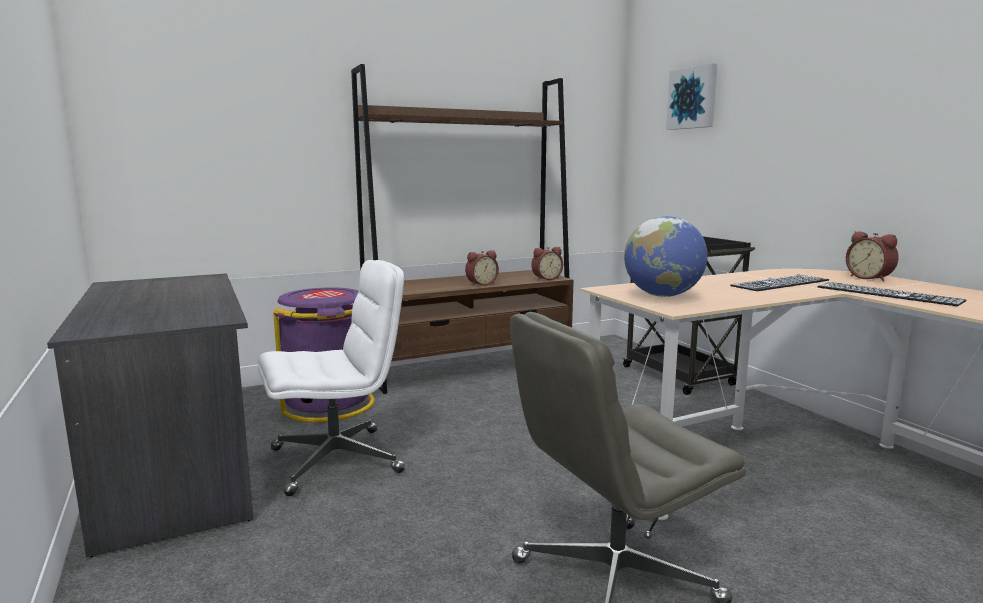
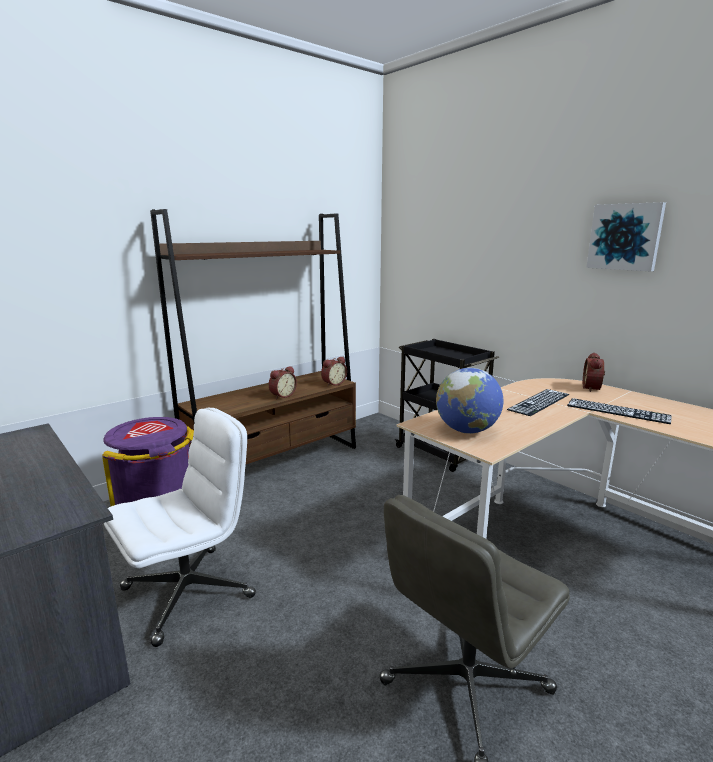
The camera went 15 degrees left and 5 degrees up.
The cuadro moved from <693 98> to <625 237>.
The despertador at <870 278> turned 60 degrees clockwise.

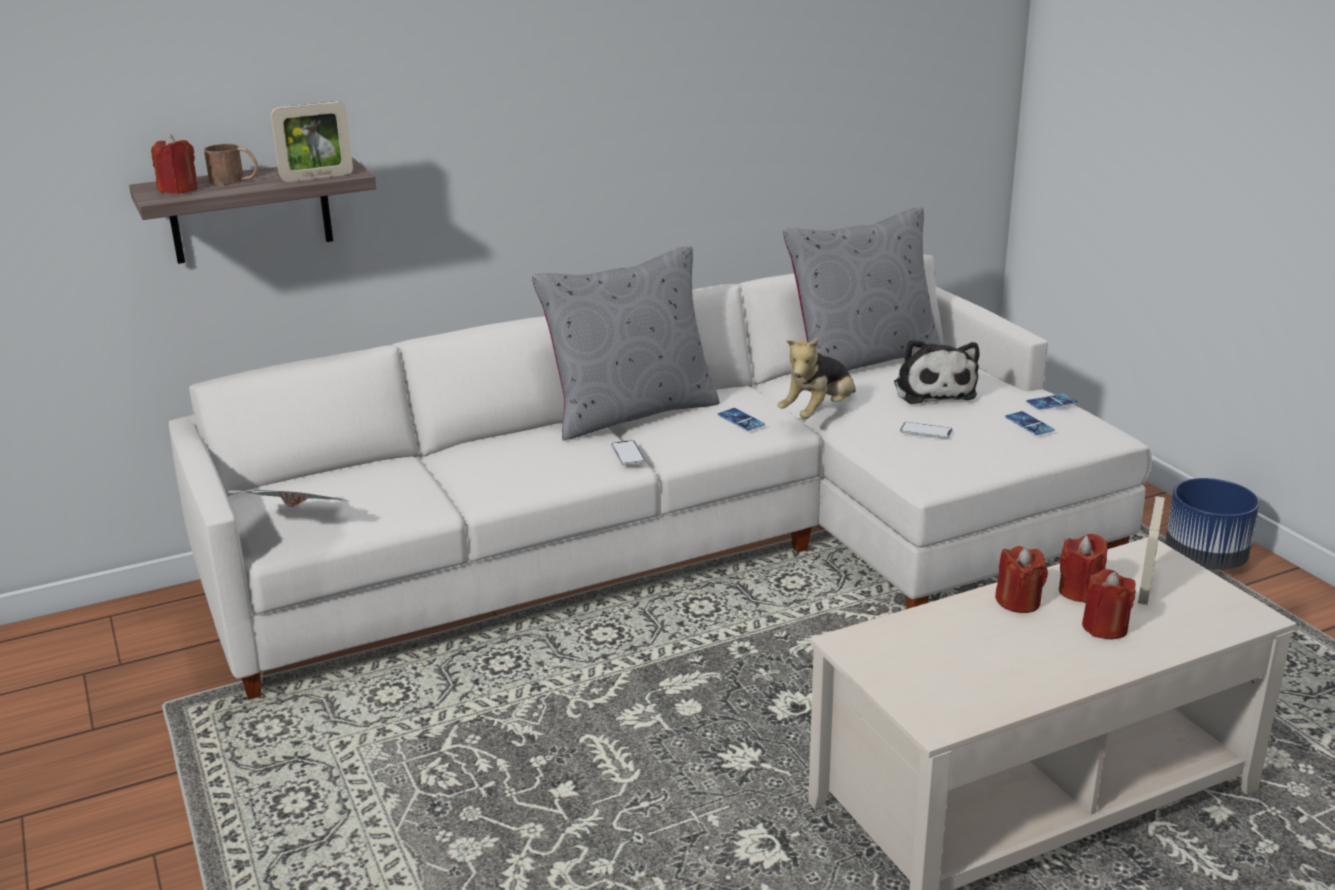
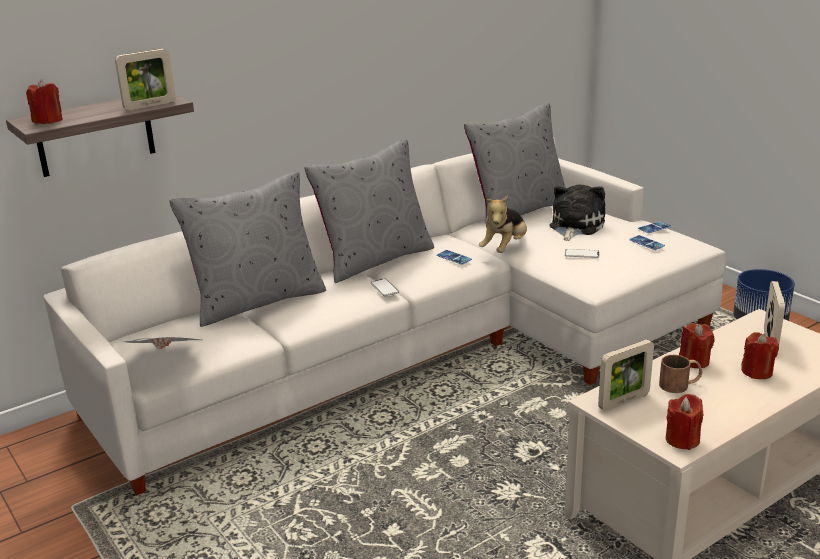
The camera went 10 degrees left and 0 degrees up.
The taza grande [marrón] moved from <235 180> to <680 384>.
The peluche at <933 390> turned 135 degrees counterclockwise.
The vela [rojo] moved from <1080 591> to <682 440>.
The cojín [gris] at <257 301> appeared.
The portarretratos at <624 401> appeared.

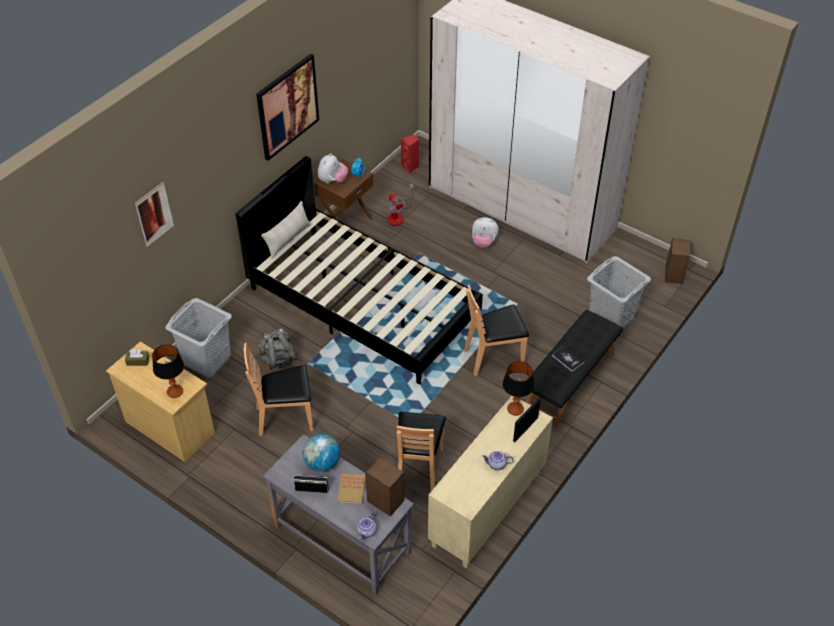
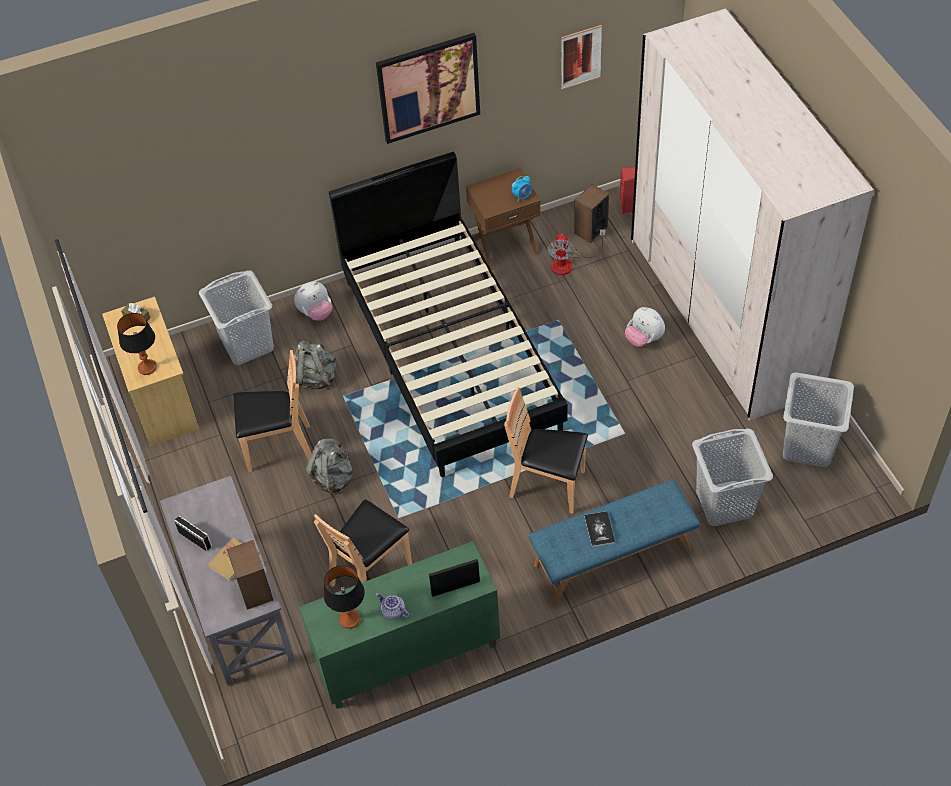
The camera went 35 degrees right and 5 degrees up.
The cuadro moved from <154 214> to <581 57>.
The silla [marrón] at <285 417> turned 150 degrees clockwise.
The cojín [beis] at <288 239> disappeared.
The globo terráqueo at <322 463> disappeared.
The peluche moved from <332 181> to <316 313>.
The tetera at <367 532> disappeared.
The armario [beis] at <487 509> became the armario [verde] at <407 657>.
The lámpara de mesa moved from <515 409> to <349 619>.
The banco [negro] at <570 382> became the banco [azul] at <612 558>.
The altavoz moved from <673 275> to <590 230>.
The mochila [gris] at <333 478> appeared.
The cesto de la ropa [gris] at <808 446> appeared.

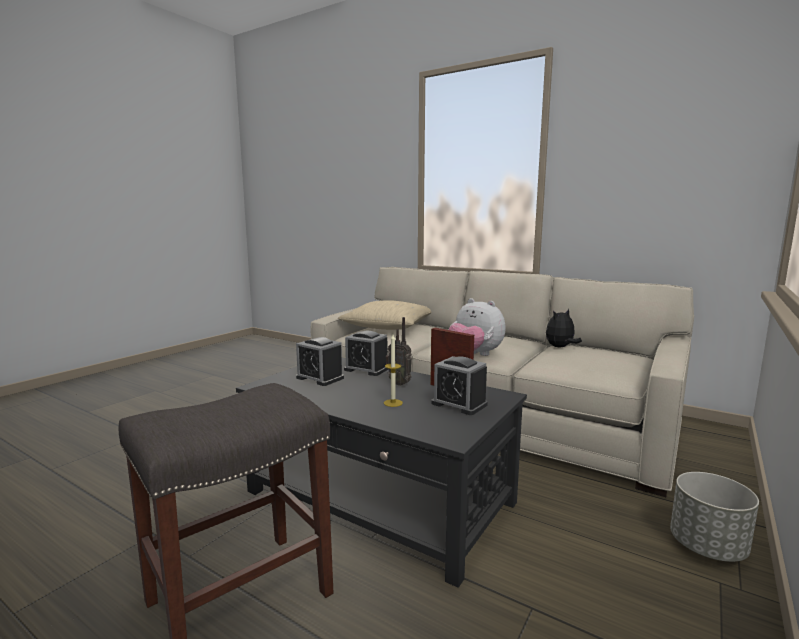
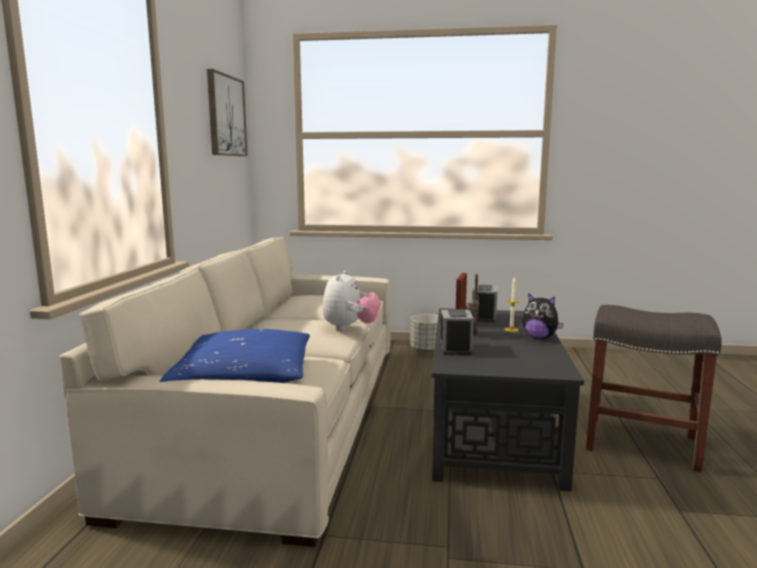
The camera went 115 degrees left and 0 degrees up.
The despertador at <320 378> disappeared.
The cojín [beis] at <389 327> became the cojín [azul] at <244 377>.
The peluche moved from <560 347> to <540 337>.
The cuadro at <226 116> appeared.

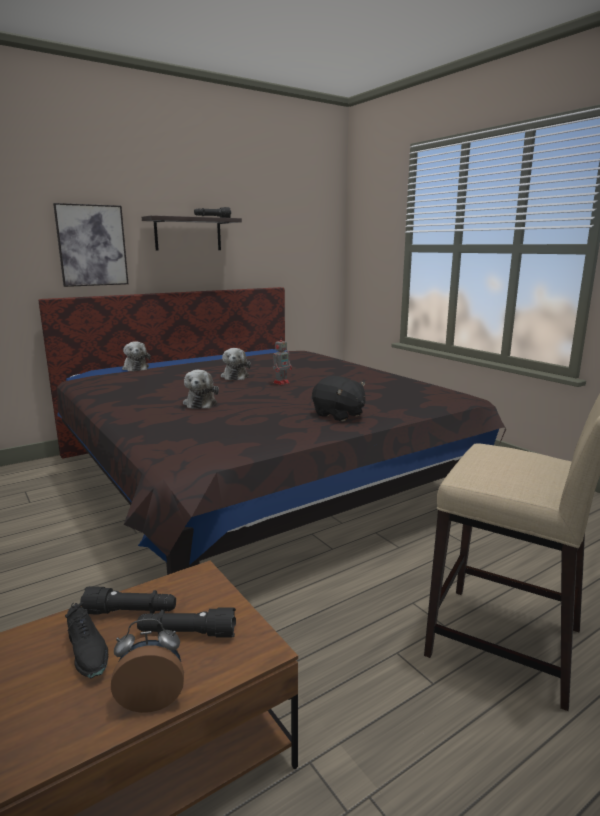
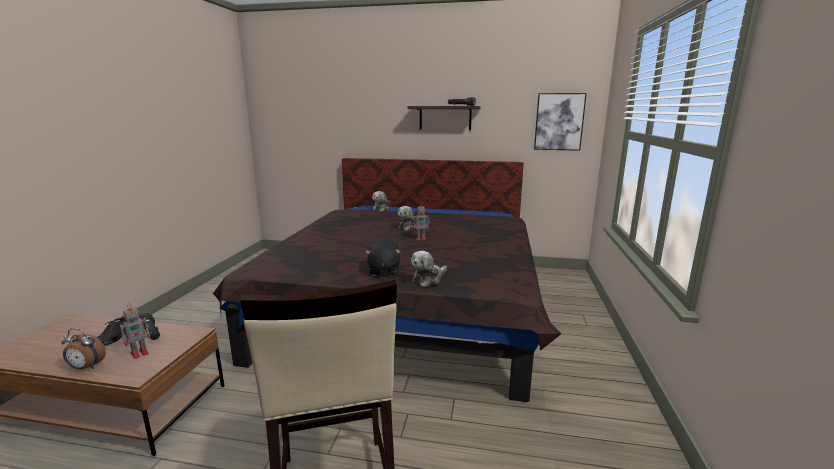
The camera went 45 degrees right and 0 degrees up.
The cuadro moved from <92 245> to <559 122>.
The despertador at <152 698> turned 150 degrees clockwise.
The linterna [negro] at <187 634> was replaced by the robot de juguete at <141 353>.
The peluche moved from <200 403> to <428 279>.

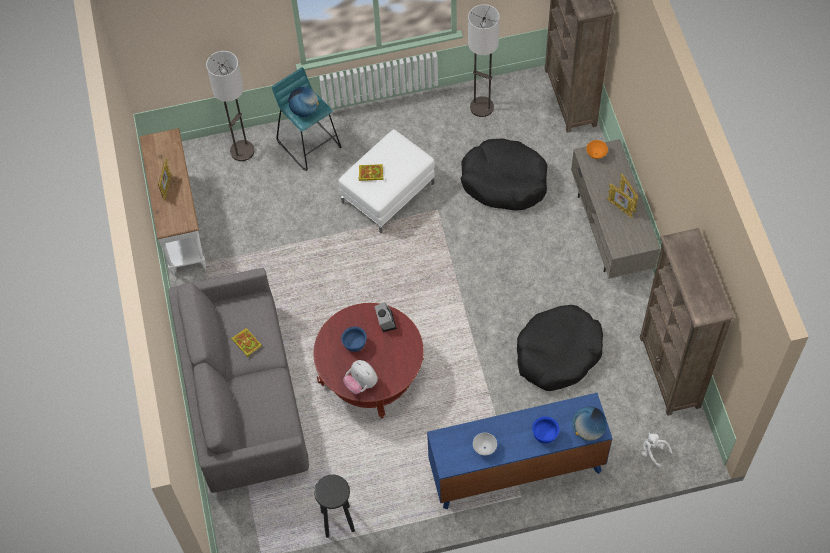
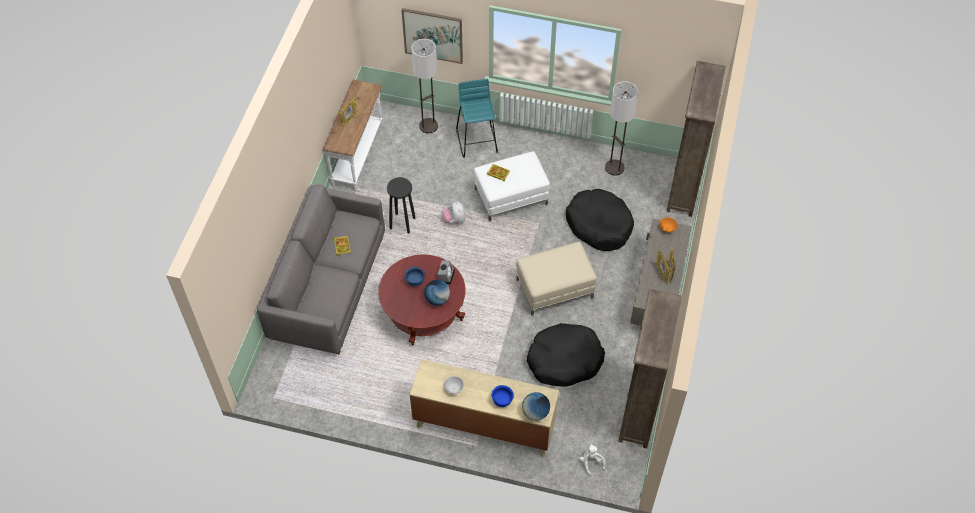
The camera went 25 degrees right and 5 degrees down.
The globo terráqueo moved from <304 110> to <437 299>.
The taburete [negro] moved from <337 520> to <402 223>.
The peluche moved from <361 384> to <454 220>.
The cómoda [azul] at <516 469> became the cómoda [beis] at <484 425>.
The cuadro at <433 35> appeared.
The puf [beis] at <554 288> appeared.

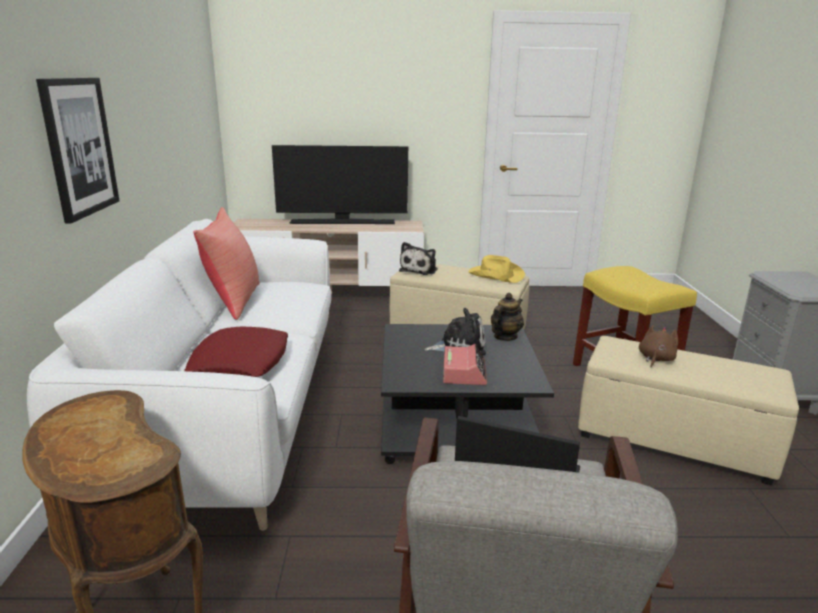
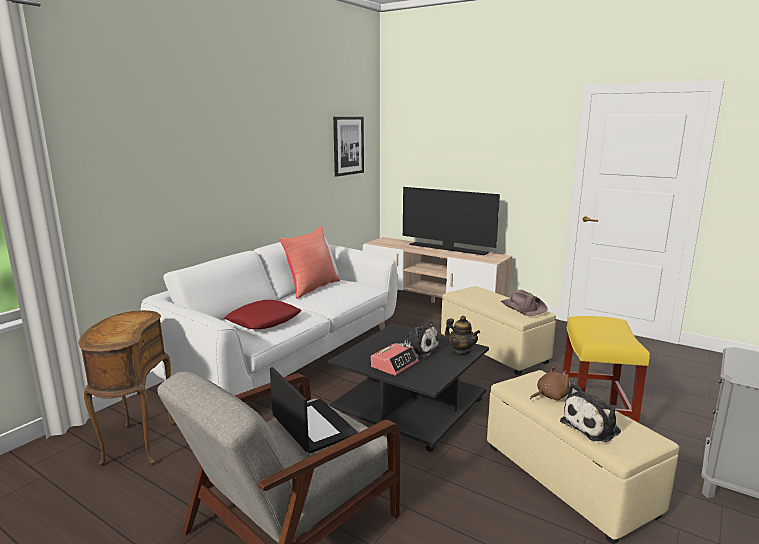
The camera went 35 degrees right and 5 degrees down.
The cuadro moved from <79 147> to <348 145>.
The peluche moved from <420 270> to <593 426>.
The sombrero [amarillo] at <495 275> became the sombrero [marrón] at <523 307>.
The tetera at <505 337> turned 60 degrees clockwise.

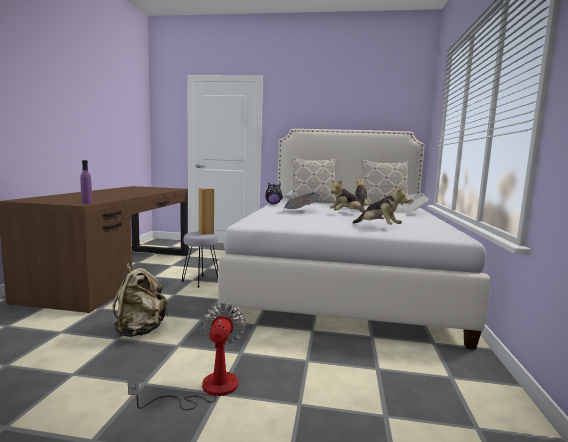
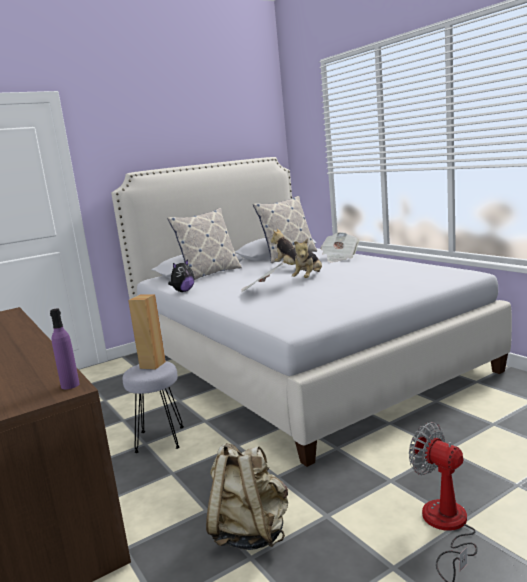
The camera went 40 degrees left and 5 degrees up.
The peluche at <378 227> disappeared.

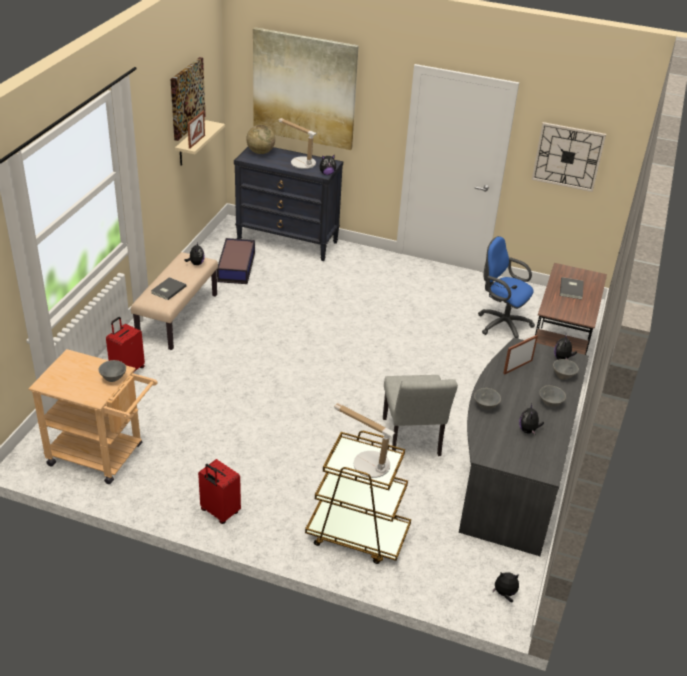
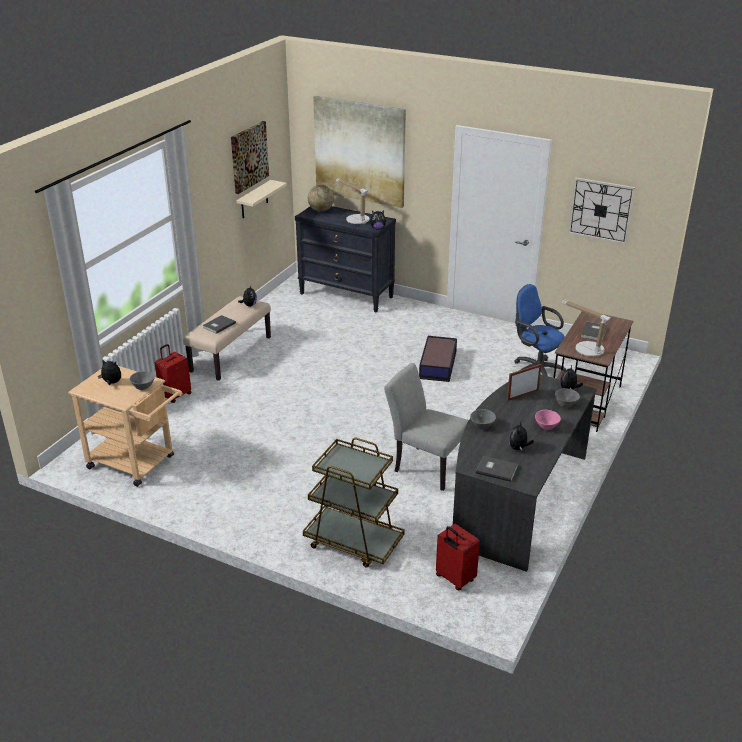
The camera went 10 degrees right and 5 degrees down.
The portarretratos at <197 141> disappeared.
The maleta [rojo] moved from <219 512> to <454 579>.
The caja de almacenaje moved from <237 266> to <438 364>.
The lámpara de mesa moved from <367 463> to <586 348>.
The silla [gris] at <412 441> turned 120 degrees clockwise.
The peluche moved from <504 594> to <112 383>.
The cuenco [gris] at <549 403> became the cuenco [rosa] at <545 427>.
The libro [gris] at <496 469> appeared.

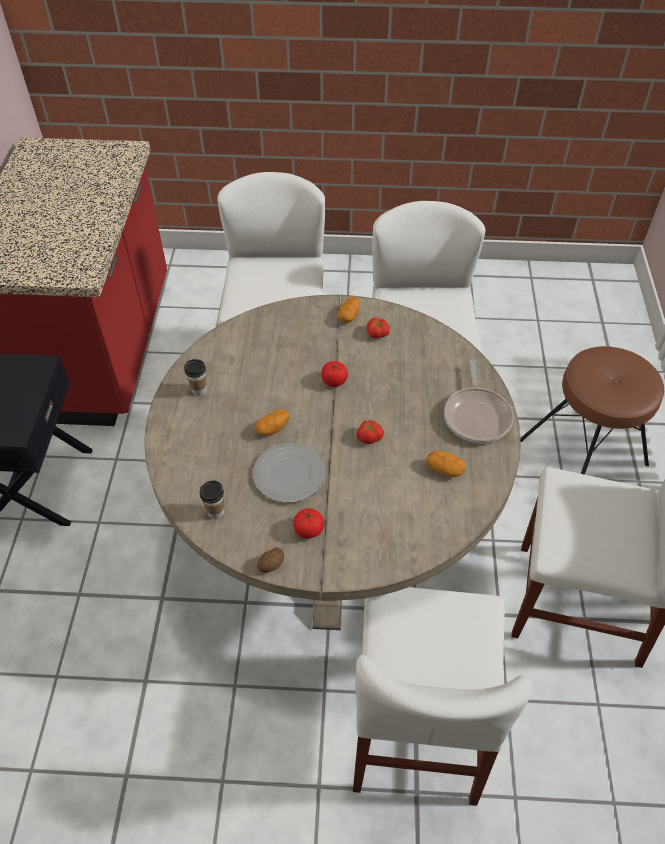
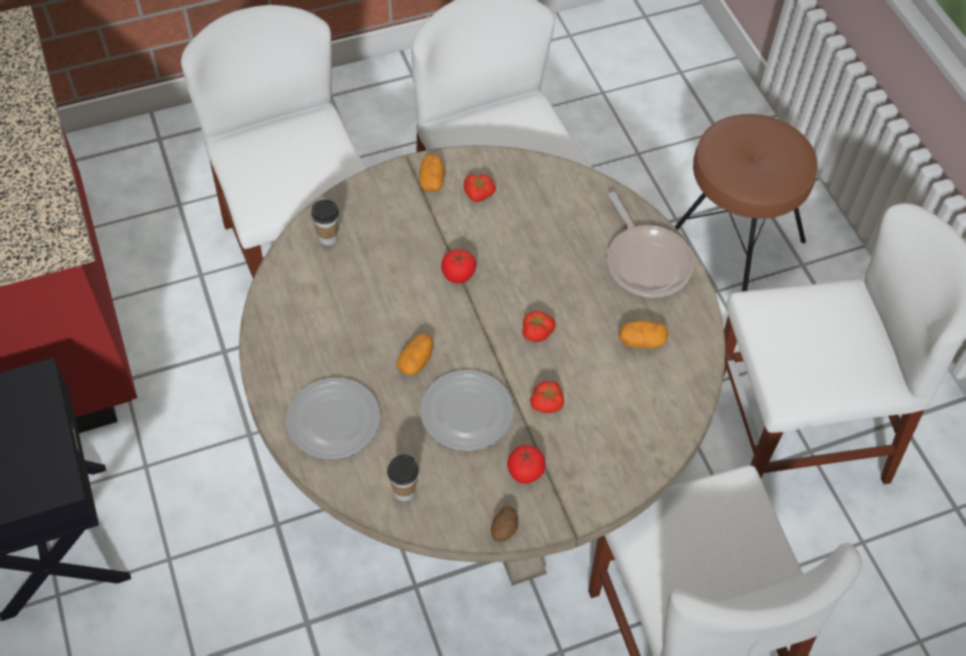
The camera went 25 degrees left and 5 degrees up.
The taza moved from <199 390> to <328 238>.
The plato at <334 422> appeared.
The tomate at <547 403> appeared.

